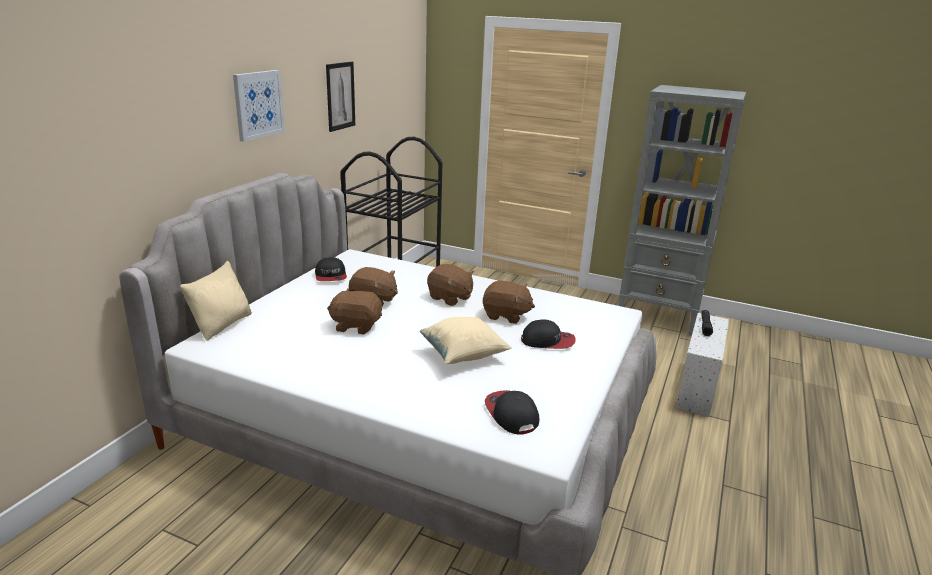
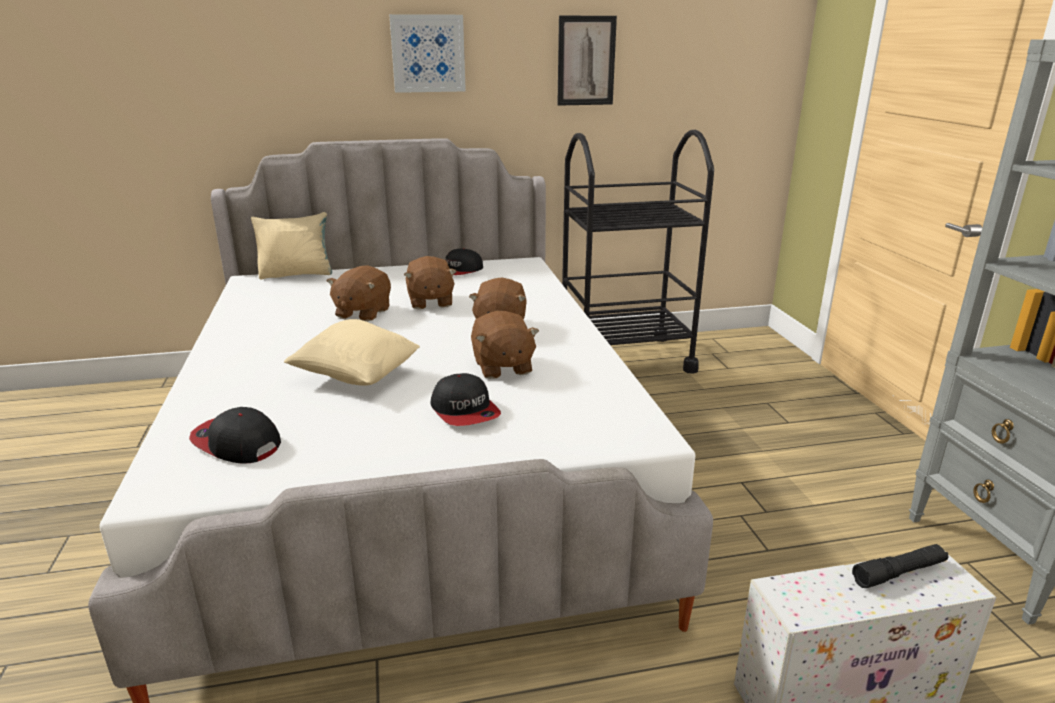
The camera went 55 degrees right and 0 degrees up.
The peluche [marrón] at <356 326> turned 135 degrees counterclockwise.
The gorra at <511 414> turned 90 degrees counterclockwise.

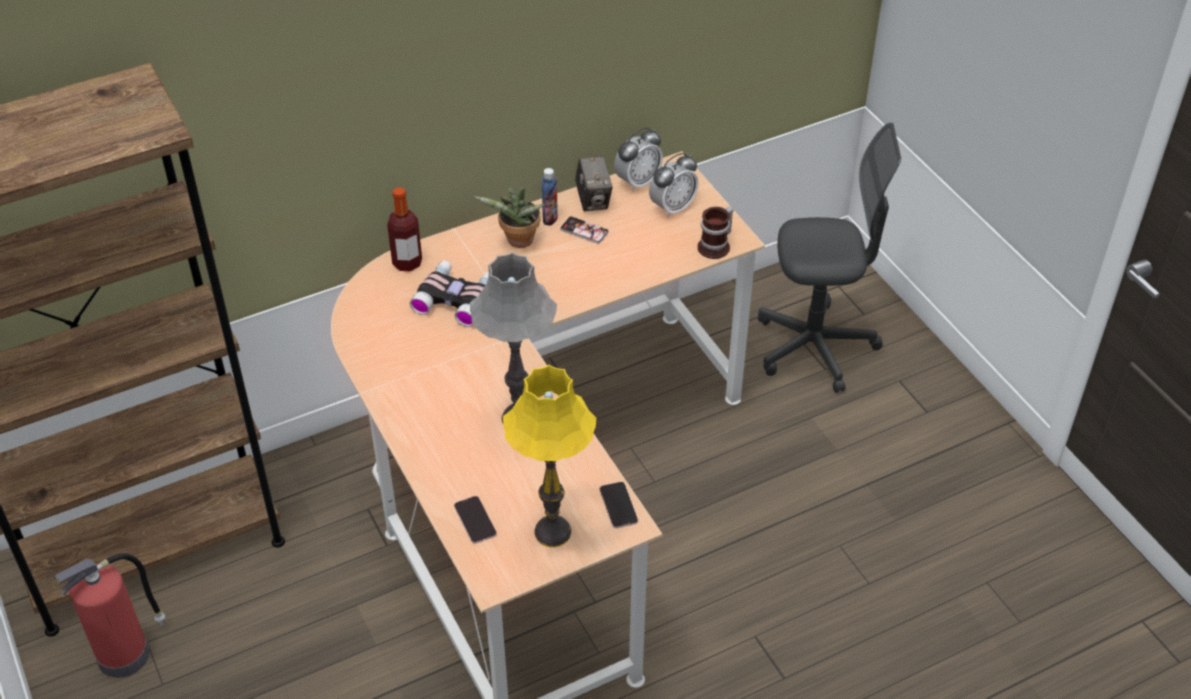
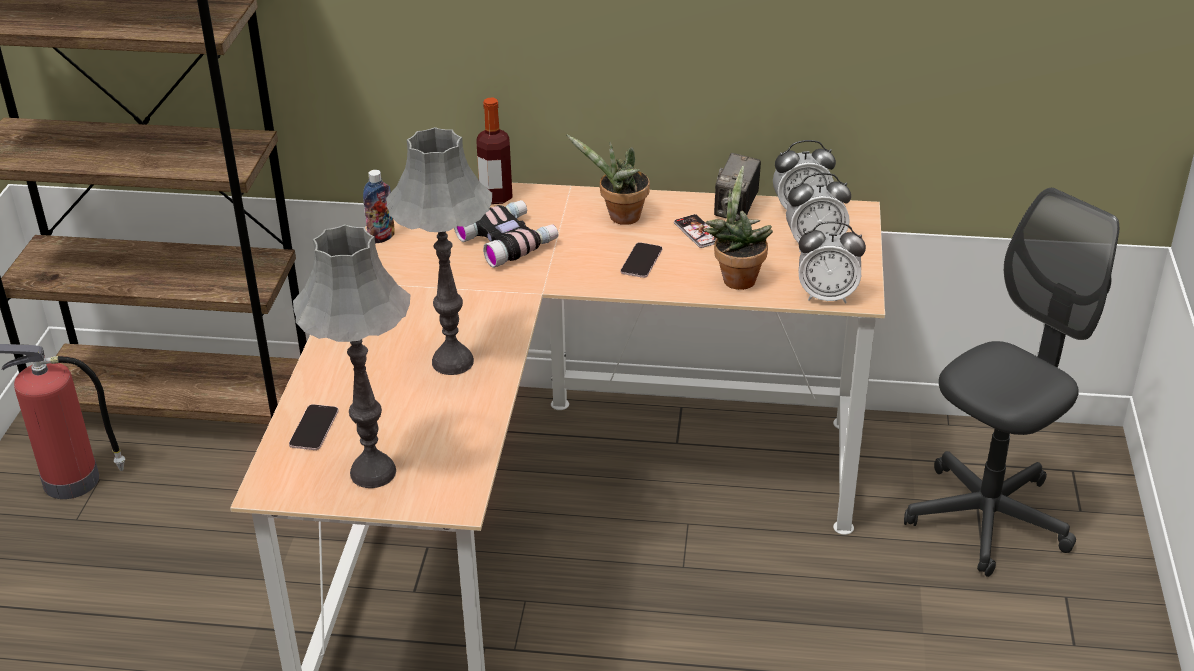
The camera went 35 degrees right and 10 degrees down.
The lámpara de mesa [amarillo] at <552 532> became the lámpara de mesa [gris] at <373 472>.
The botella moved from <550 218> to <381 237>.
The móvil moved from <618 505> to <641 261>.
The taza grande at <717 246> was replaced by the despertador at <827 296>.
The silla de oficina [gris] at <814 347> turned 75 degrees counterclockwise.
The planta en maceta at <736 278> appeared.

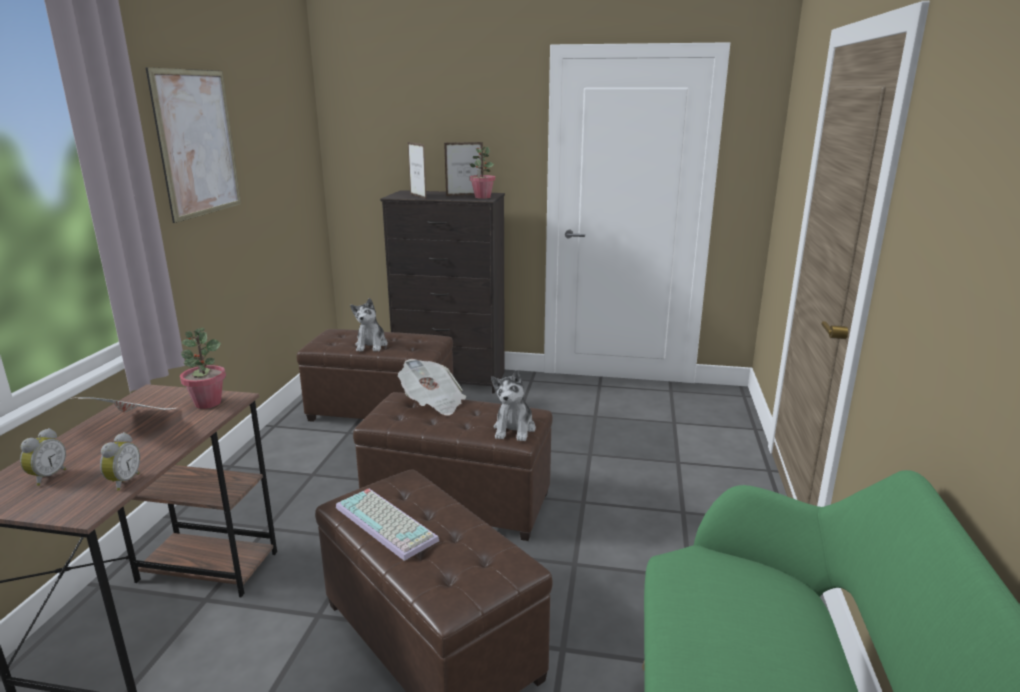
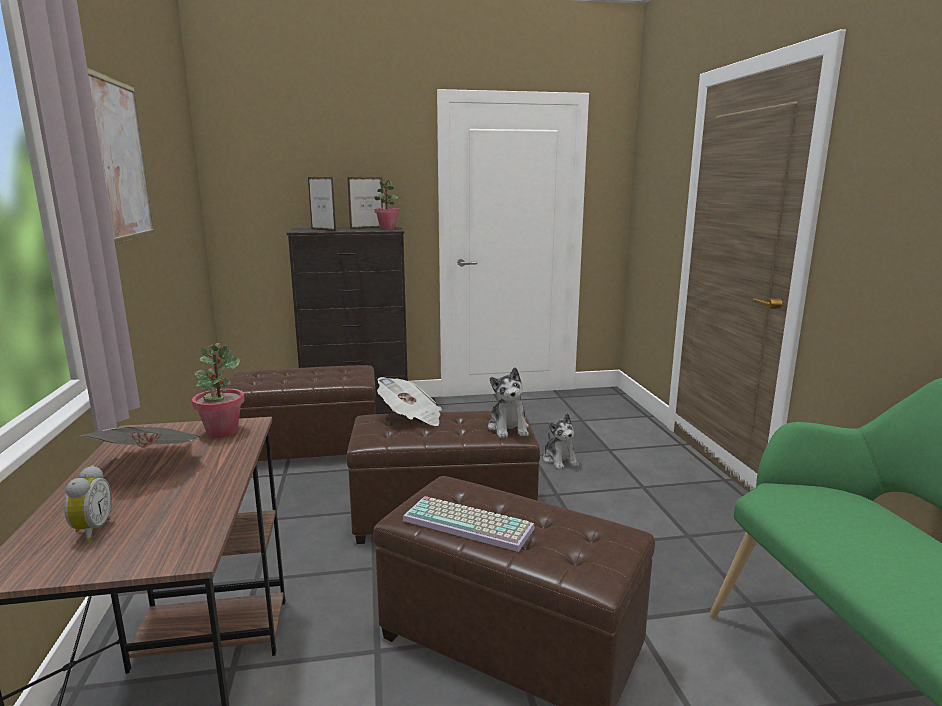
The camera went 20 degrees left and 5 degrees down.
The despertador at <123 482> disappeared.
The peluche moved from <371 345> to <560 460>.

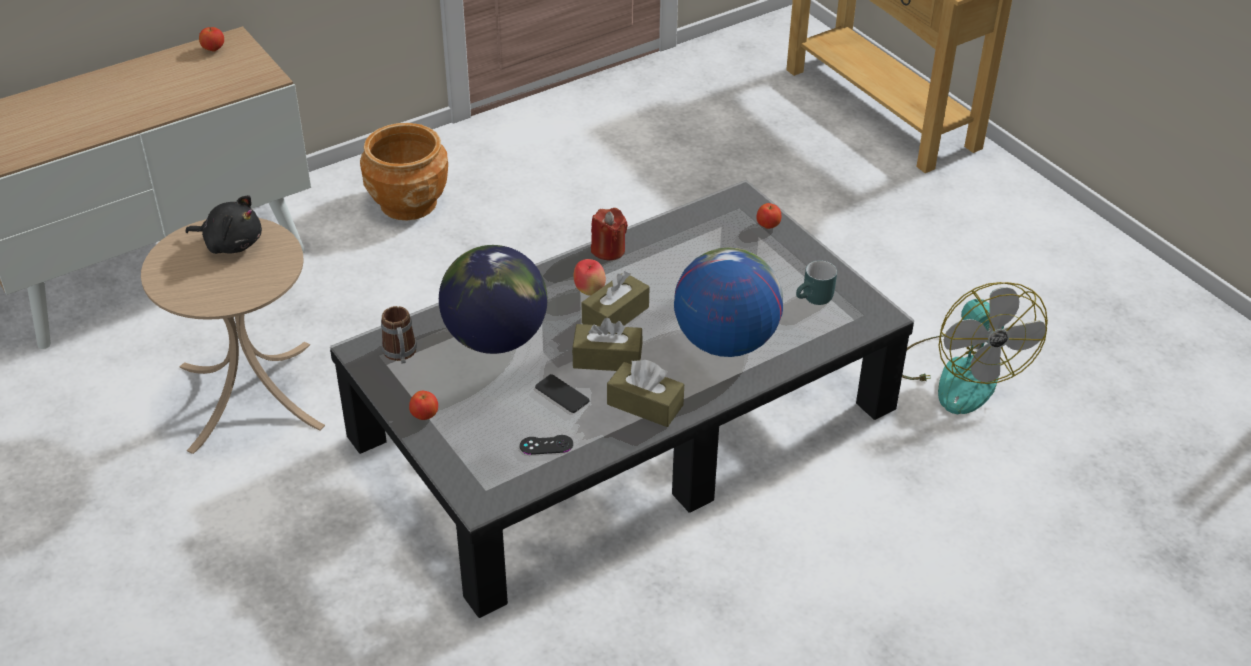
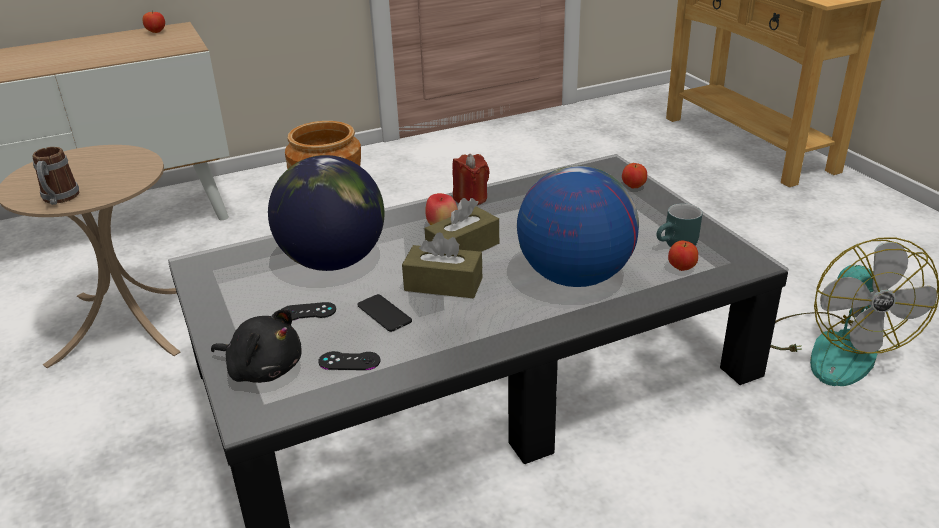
The camera went 10 degrees right and 10 degrees down.
The peluche [negro] moved from <231 243> to <263 369>.
The taza grande moved from <401 354> to <59 199>.
The manzana moved from <424 416> to <681 268>.
The caja de pañuelos [marrón] at <645 405> disappeared.
The mando de consola [negro] at <307 312> appeared.

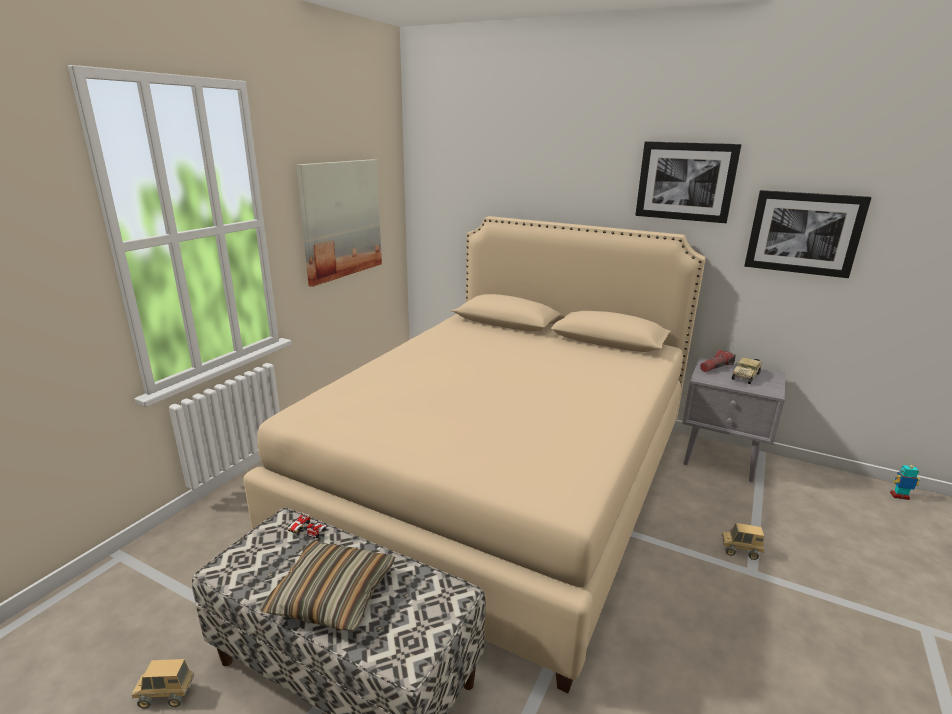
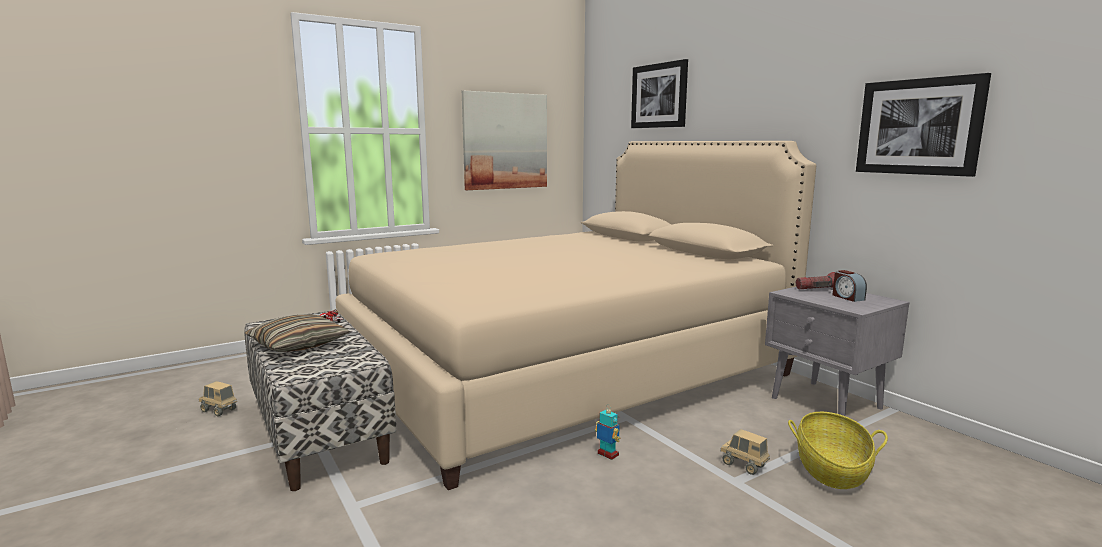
The camera went 30 degrees right and 10 degrees down.
The cuadro moved from <685 181> to <659 96>.
The camión de juguete at <746 376> was replaced by the despertador at <847 297>.
The robot de juguete moved from <899 496> to <607 454>.
The cesta at <831 469> appeared.

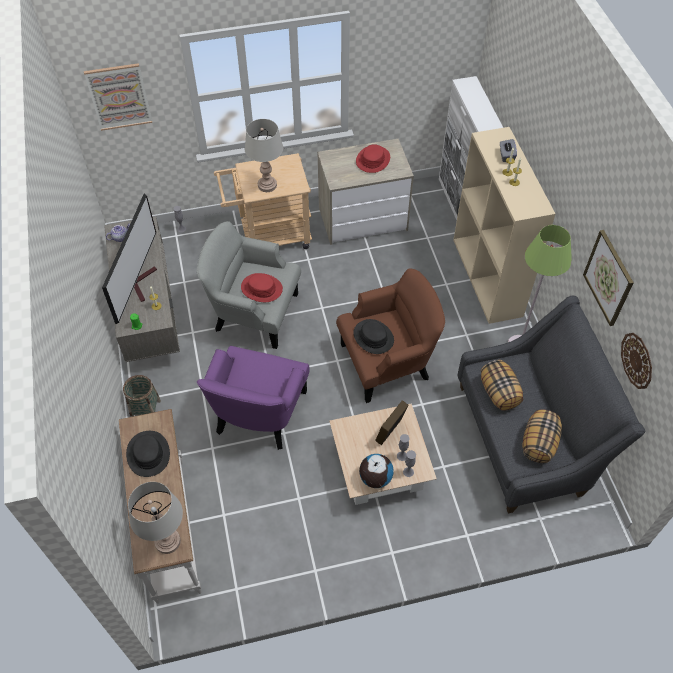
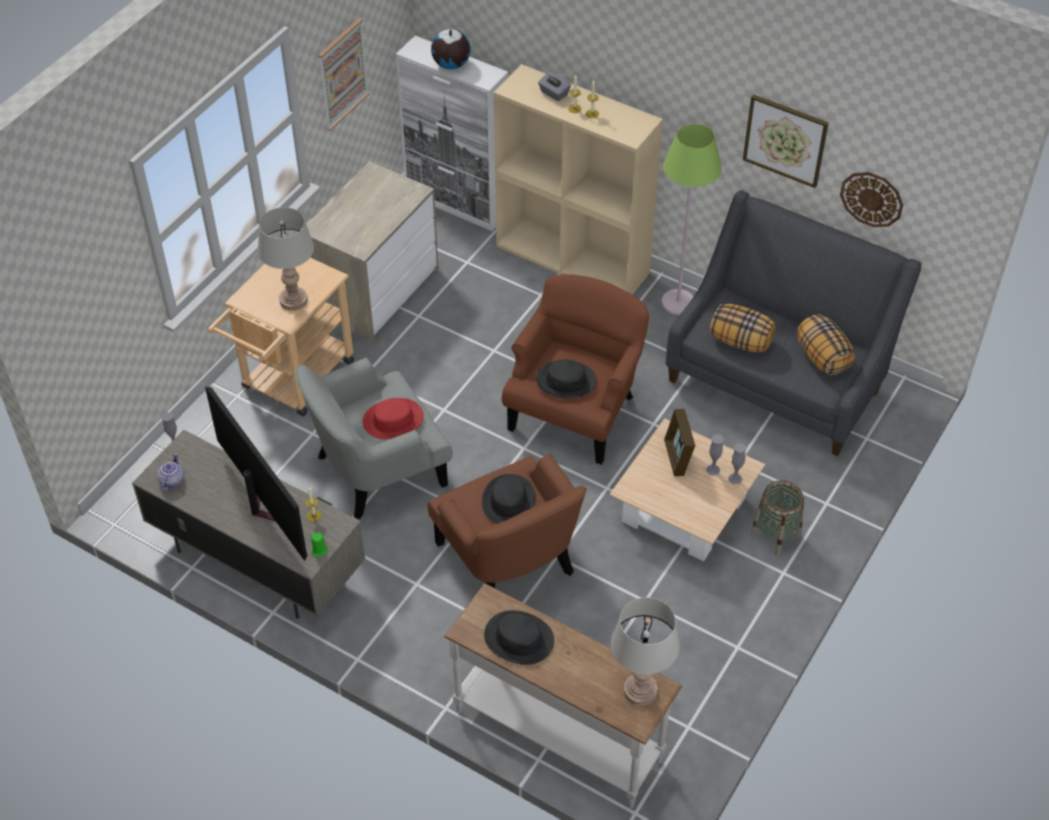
The camera went 45 degrees left and 5 degrees down.
The cuadro moved from <119 96> to <343 74>.
The cesta moved from <146 410> to <775 534>.
The sillón [morado] at <259 413> became the sillón [marrón] at <508 559>.
The sombrero [rojo] at <372 160> disappeared.
The globo terráqueo moved from <375 478> to <451 65>.
The sombrero [negro] at <508 500> appeared.

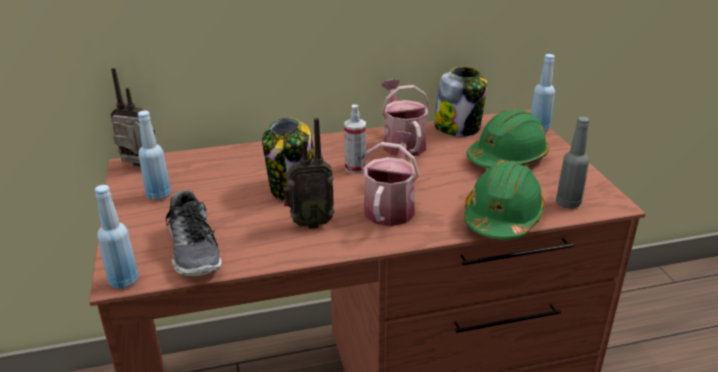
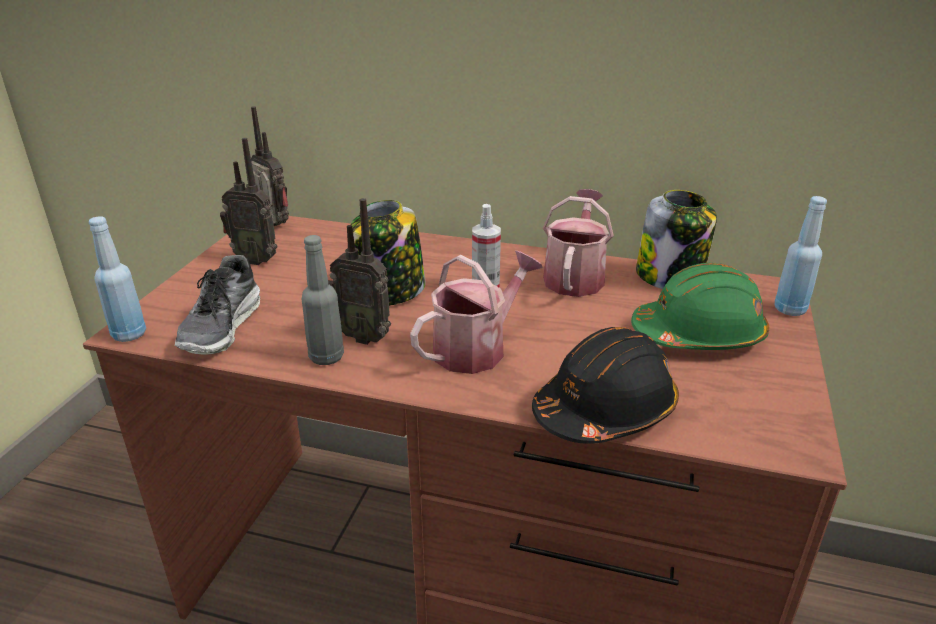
The camera went 30 degrees right and 0 degrees up.
The botella [azul] at <159 195> was replaced by the radio at <256 259>.
The casco [verde] at <502 217> became the casco [negro] at <605 411>.
The botella [gris] moved from <568 203> to <326 357>.

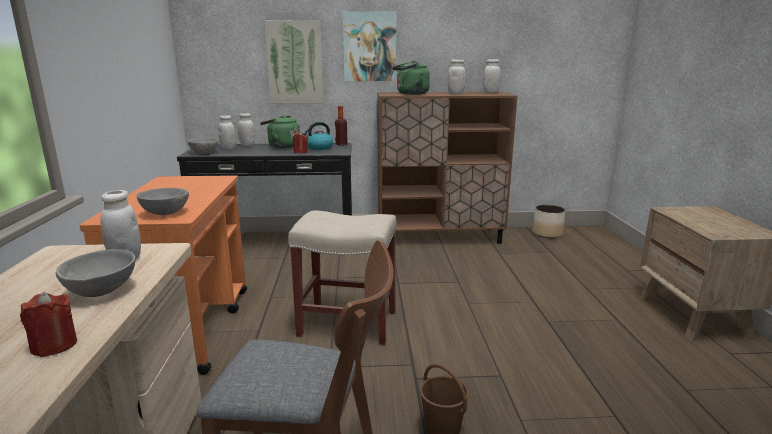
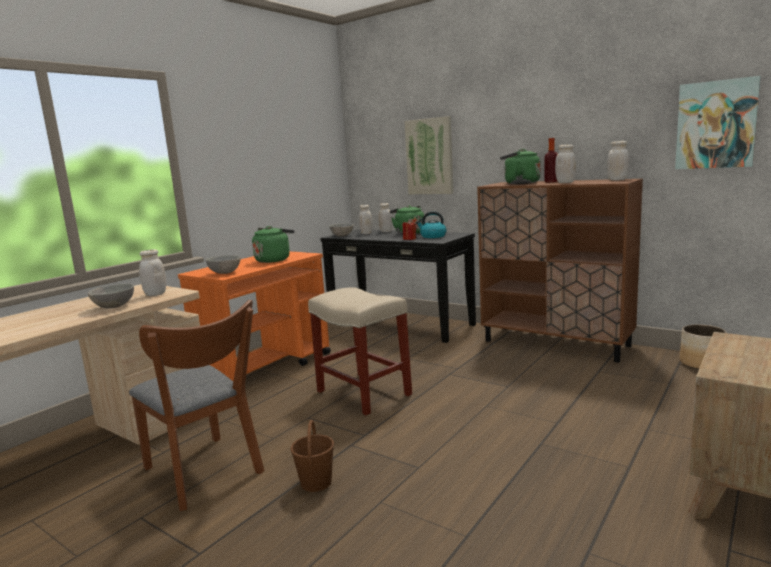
The camera went 40 degrees right and 5 degrees down.
The vela [rojo] at <54 345> disappeared.
The botella moved from <341 144> to <551 182>.
The cuadro moved from <369 47> to <716 125>.
The hervidor [verde] at <274 260> appeared.

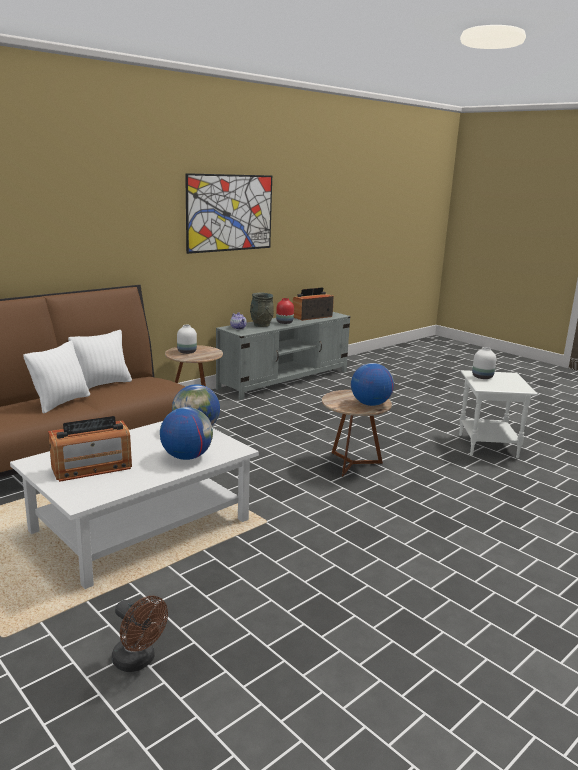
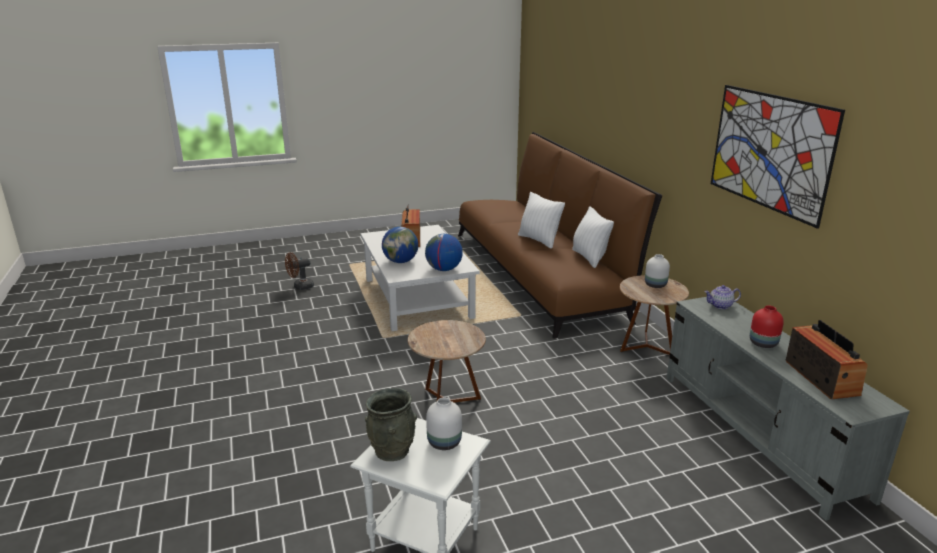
The camera went 115 degrees right and 5 degrees up.
The florero [gris] moved from <261 325> to <392 451>.
The globo terráqueo at <370 404> disappeared.

